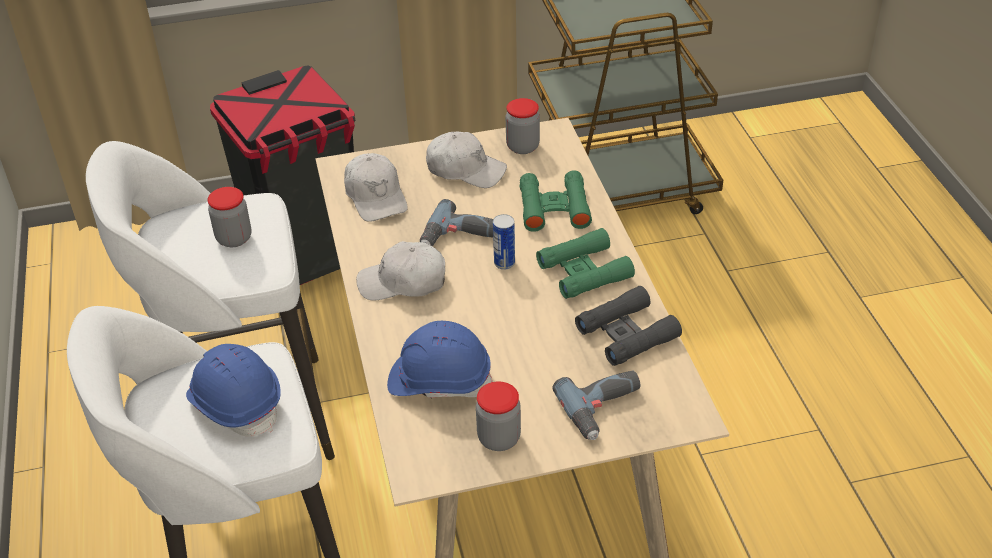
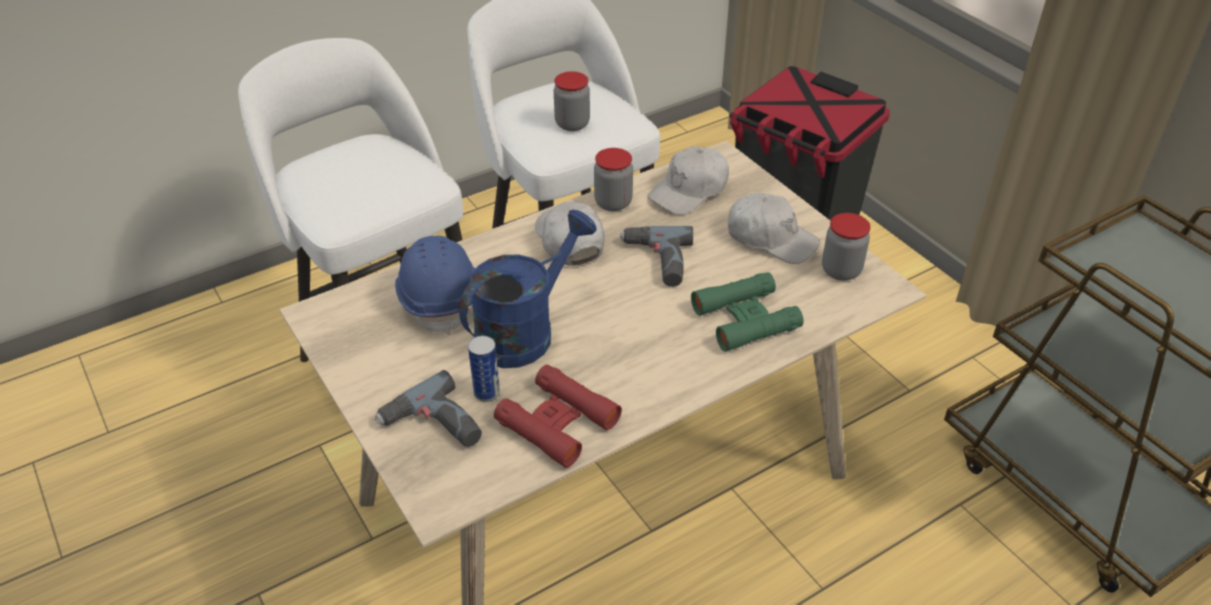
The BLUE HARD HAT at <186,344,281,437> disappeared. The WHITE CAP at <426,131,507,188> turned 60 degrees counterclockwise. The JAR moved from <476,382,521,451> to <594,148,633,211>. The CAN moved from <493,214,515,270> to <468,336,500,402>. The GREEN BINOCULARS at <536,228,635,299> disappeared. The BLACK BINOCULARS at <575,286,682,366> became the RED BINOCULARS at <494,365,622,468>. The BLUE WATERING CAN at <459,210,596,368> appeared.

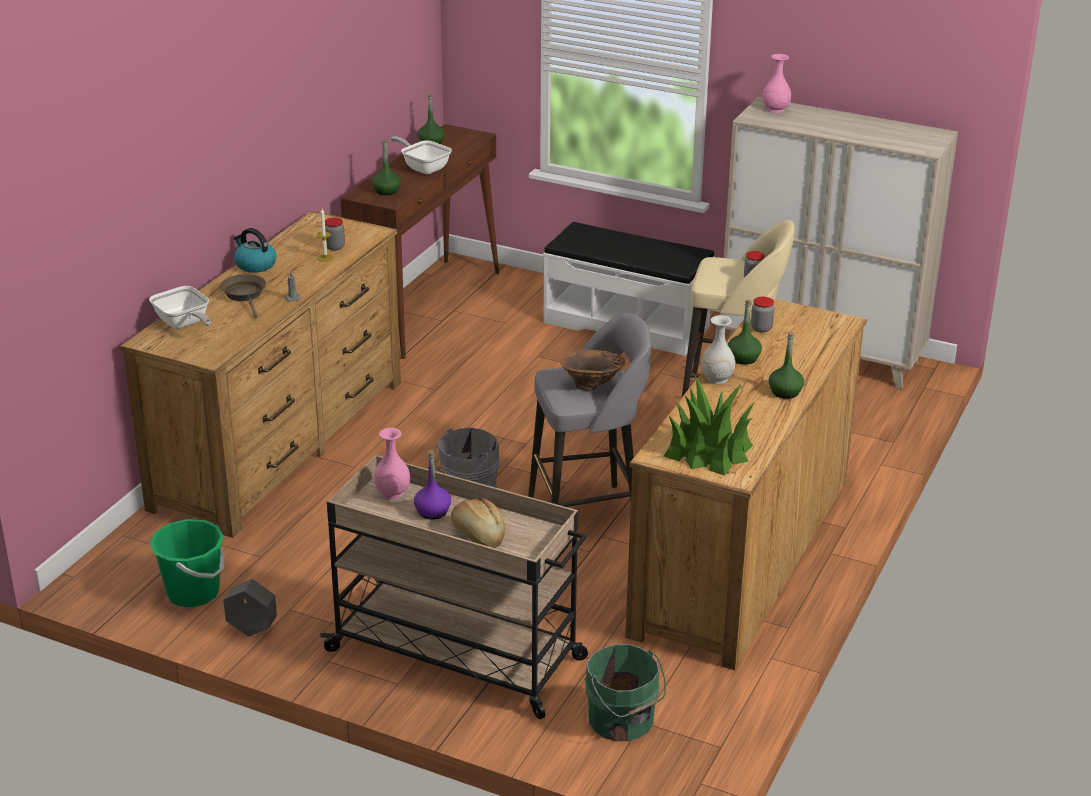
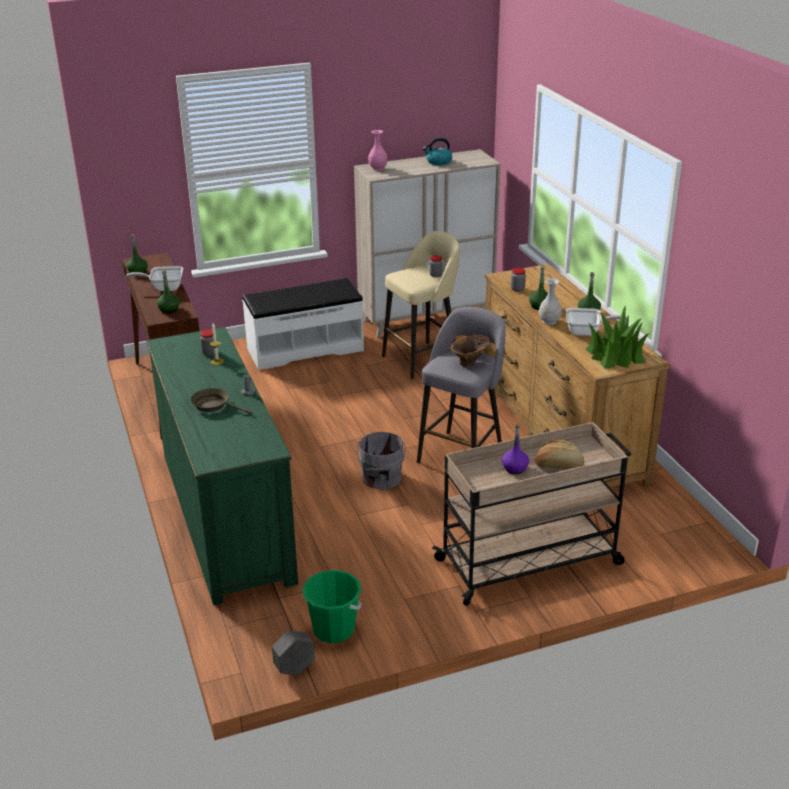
The BROWN DRESSER at <119,211,401,538> became the GREEN DRESSER at <146,327,298,605>. The FRYING PAN moved from <149,286,211,329> to <566,308,627,336>. The GREY PLANTER moved from <223,579,277,636> to <272,630,315,675>. The KETTLE moved from <234,228,277,273> to <423,138,452,165>. The PINK VASE at <374,428,410,499> disappeared. The GREEN BUCKET at <585,644,666,741> disappeared.

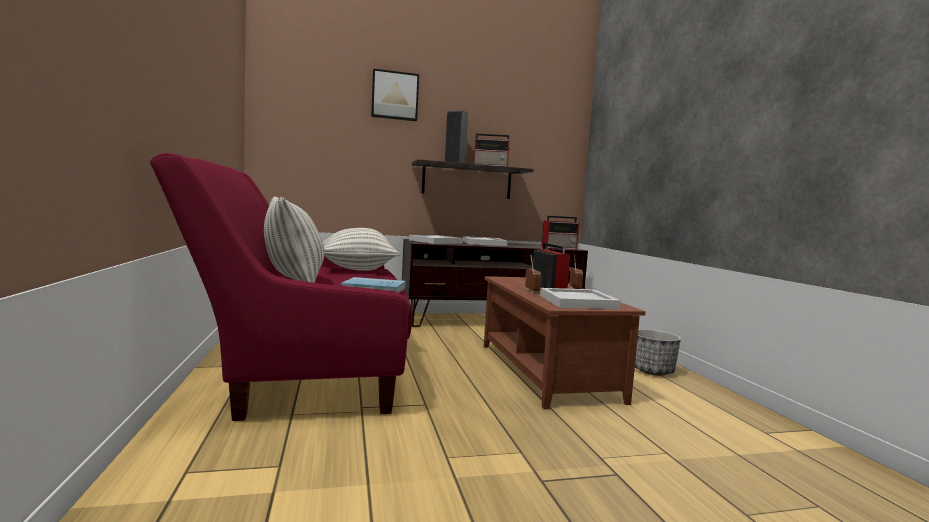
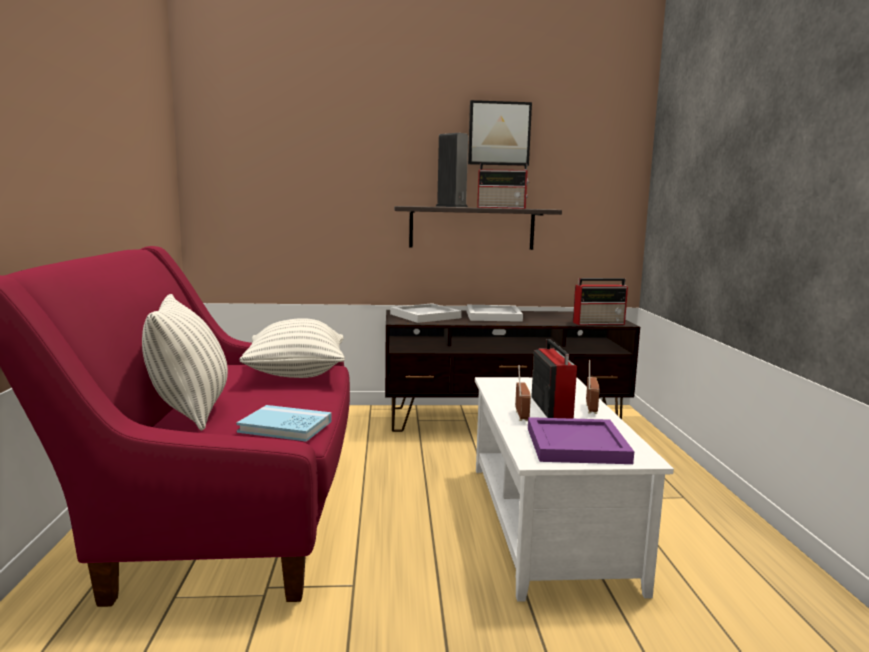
The PICTURE moved from <371,69,419,121> to <468,100,532,166>. The BROWN COFFEE TABLE at <484,276,646,409> became the WHITE COFFEE TABLE at <475,377,674,602>. The WHITE TRAY at <540,288,621,309> became the PURPLE TRAY at <528,417,634,464>. The PLANTER at <635,329,681,376> disappeared.

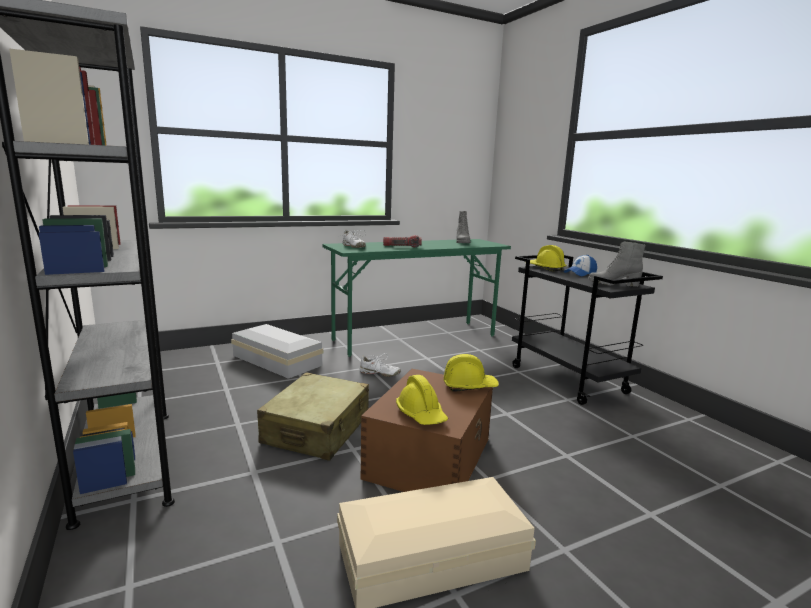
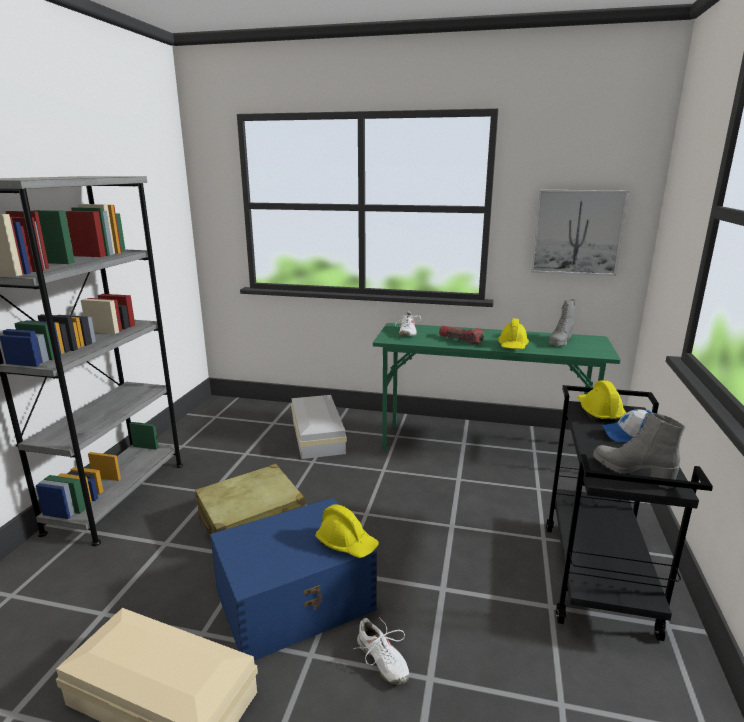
The WHITE SHOE moved from <359,353,401,377> to <353,617,410,685>. The BROWN STORAGE BOX at <360,369,493,492> became the BLUE STORAGE BOX at <210,498,377,661>. The YELLOW HARD HAT moved from <396,375,448,425> to <498,318,529,349>. The PICTURE at <531,190,629,276> appeared.

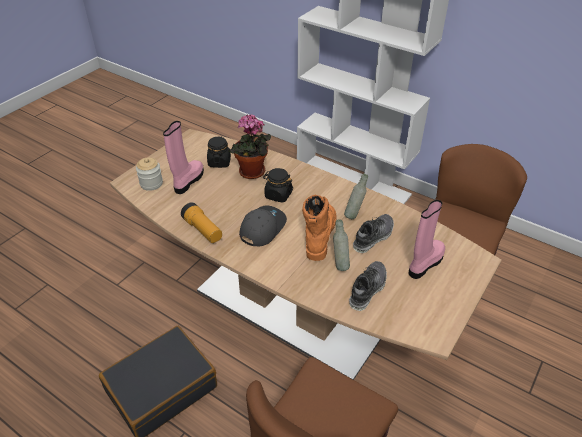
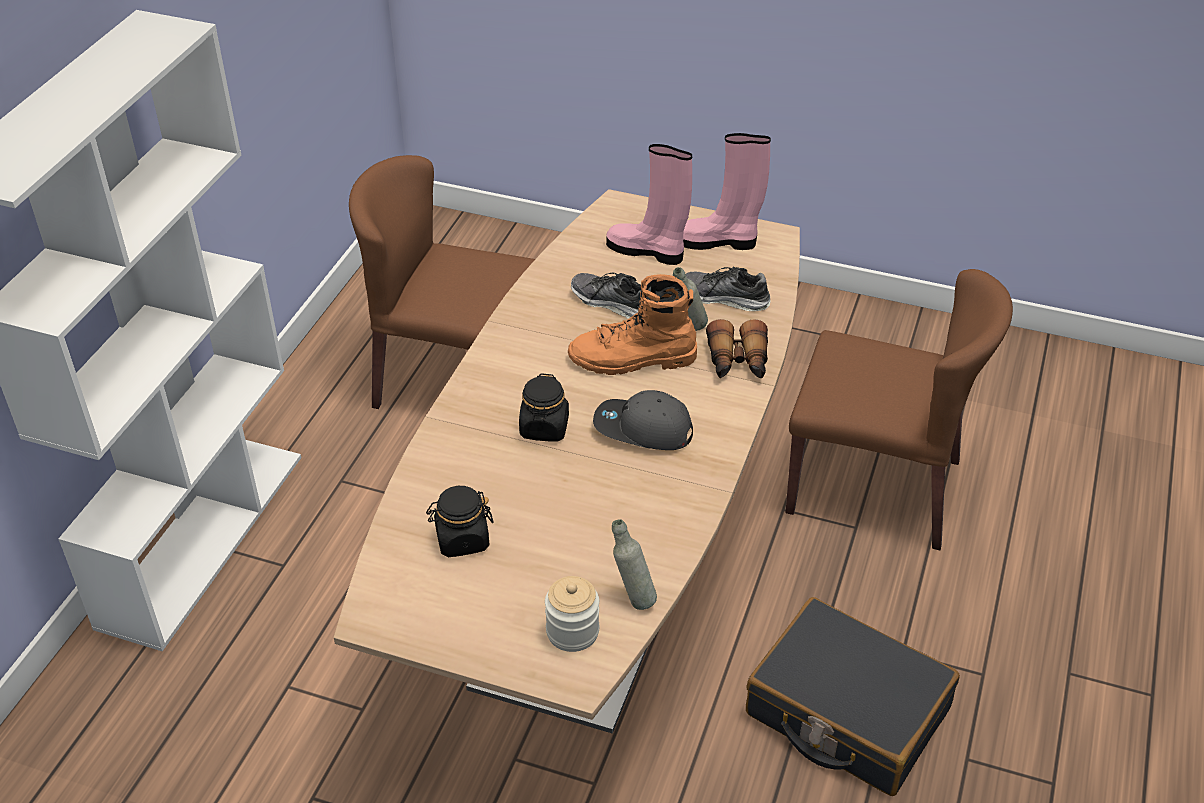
The PINK BOOT moved from <163,121,204,194> to <683,133,771,250>. The FLASHLIGHT at <181,202,222,243> disappeared. The POTTED PLANT at <228,114,271,179> disappeared. The GREY BOTTLE moved from <344,174,368,219> to <612,519,657,610>. The BINOCULARS at <706,319,768,378> appeared.

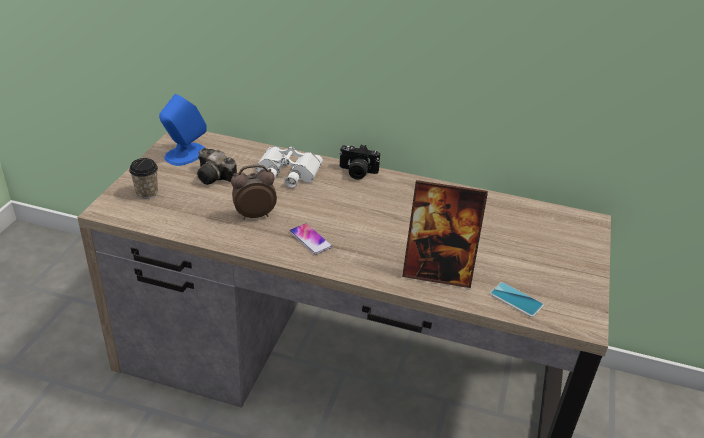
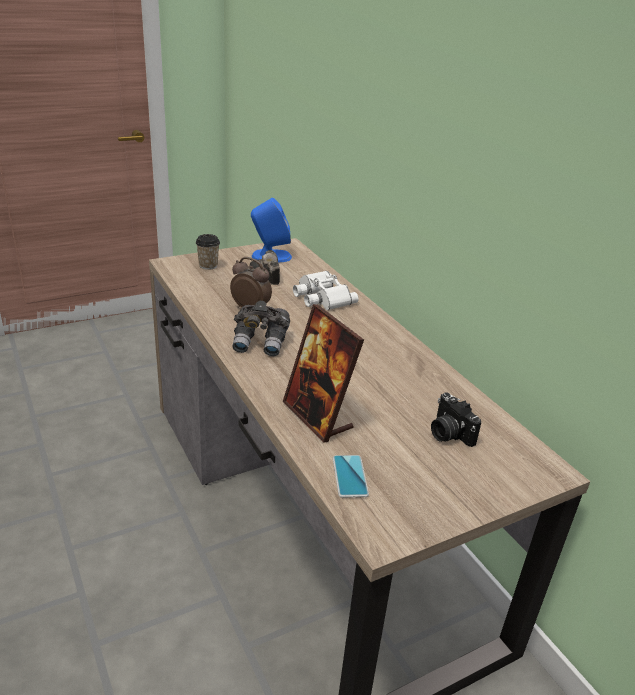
The PHONE at <289,223,332,255> was replaced by the GREY BINOCULARS at <232,301,290,356>. The PHOTO CAMERA moved from <339,144,380,180> to <431,392,481,447>.

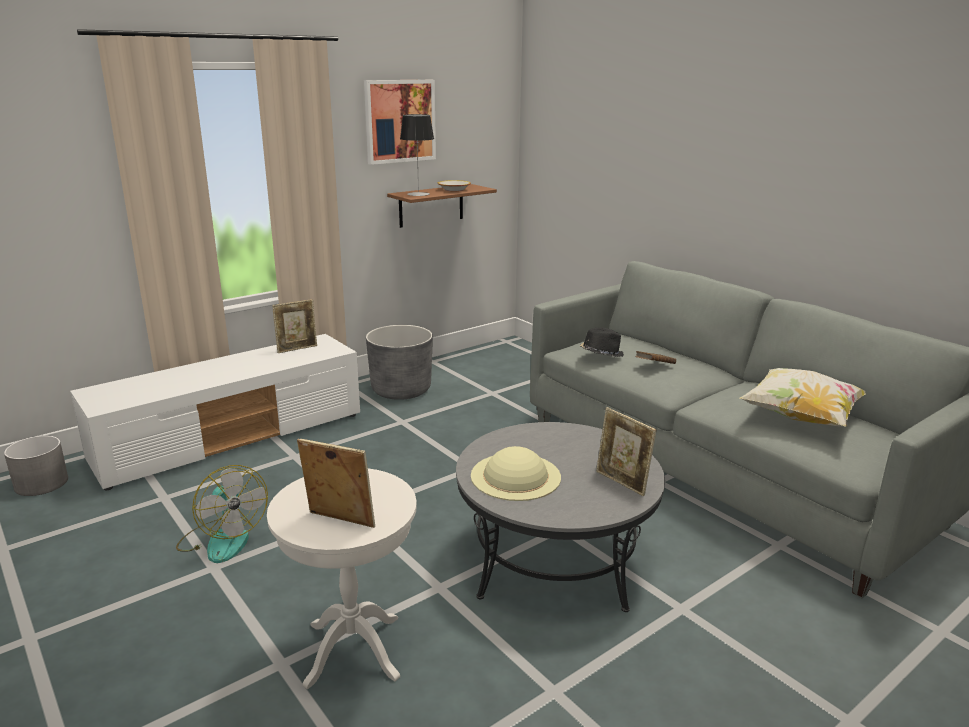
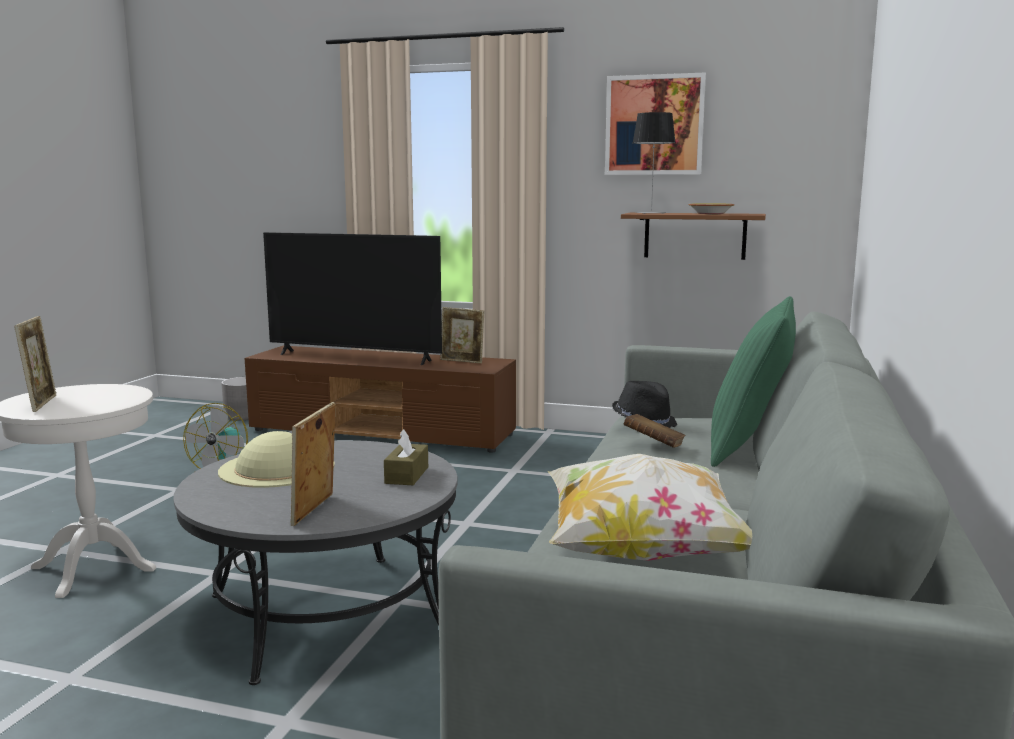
The WHITE TV STAND at <70,334,360,490> became the BROWN TV STAND at <245,346,516,453>. The GREY PLANTER at <366,325,433,400> disappeared. The TELEVISION at <263,232,442,365> appeared. The BROWN TISSUE BOX at <384,429,428,485> appeared. The GREEN PILLOW at <711,296,796,467> appeared.

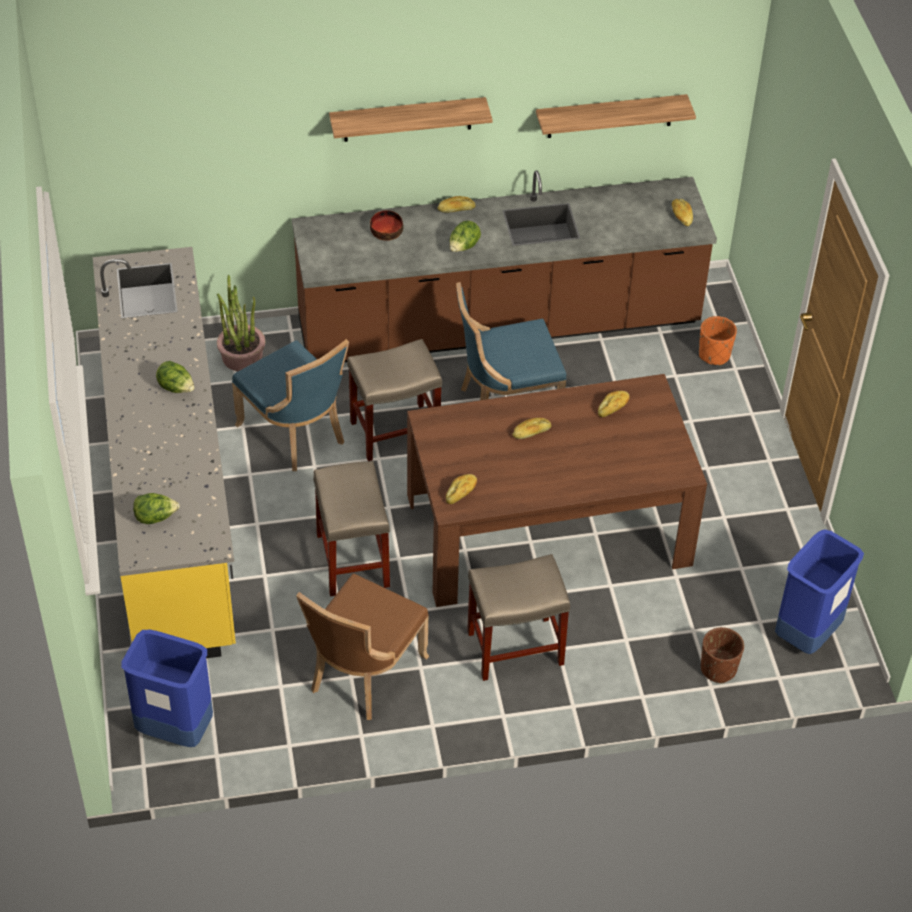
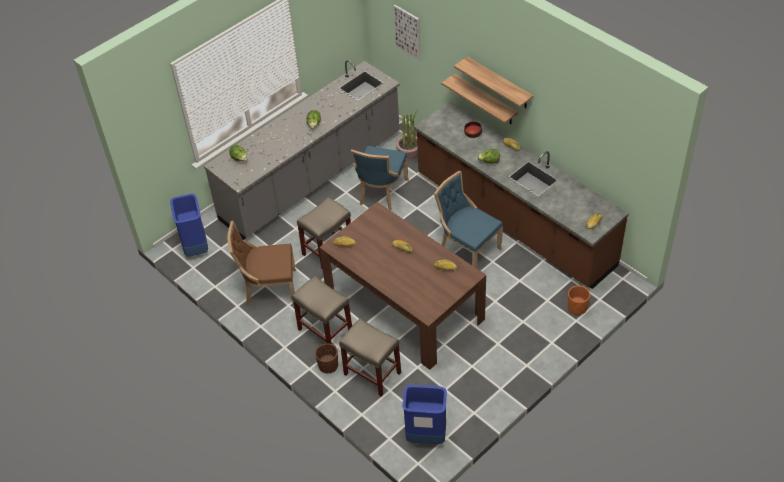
The YELLOW COUNTER at <93,247,236,658> became the GREY COUNTER at <204,60,400,240>. The BEIGE STOOL moved from <347,339,442,461> to <339,318,401,396>. The SHELF moved from <536,94,696,138> to <441,74,518,124>. The BROWN PLANTER moved from <701,627,744,683> to <315,343,338,373>. The PICTURE at <393,5,421,61> appeared.

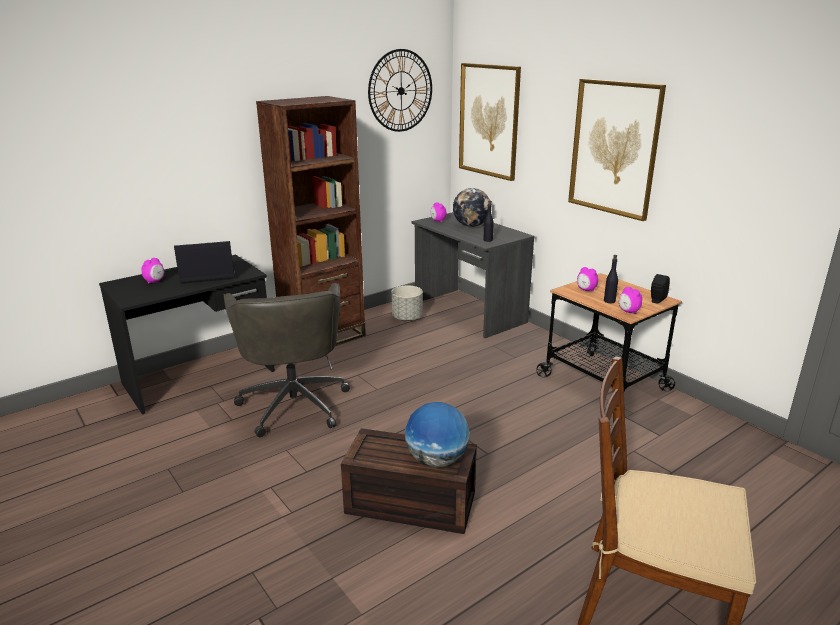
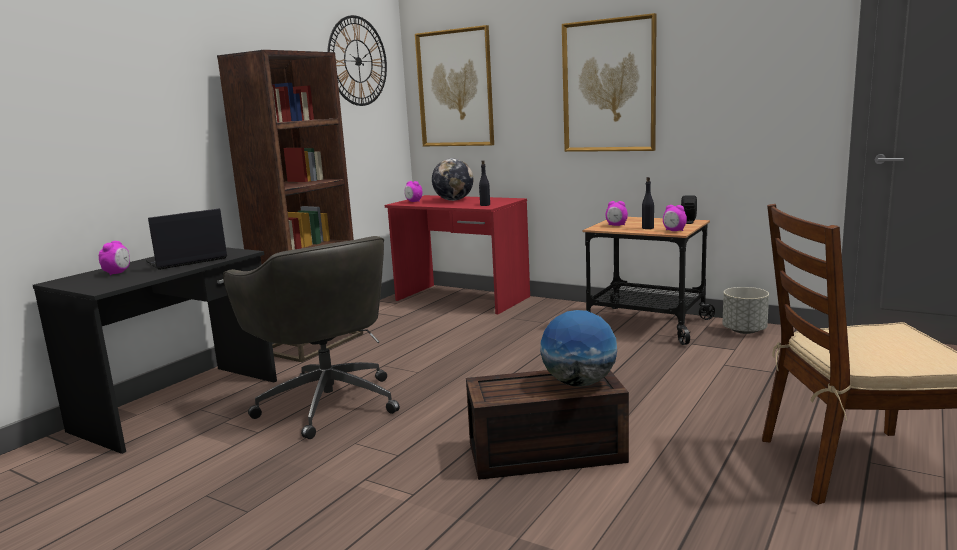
The GREY PLANTER moved from <391,286,423,321> to <723,287,769,334>. The GREY DESK at <412,212,535,338> became the RED DESK at <385,195,530,314>.

